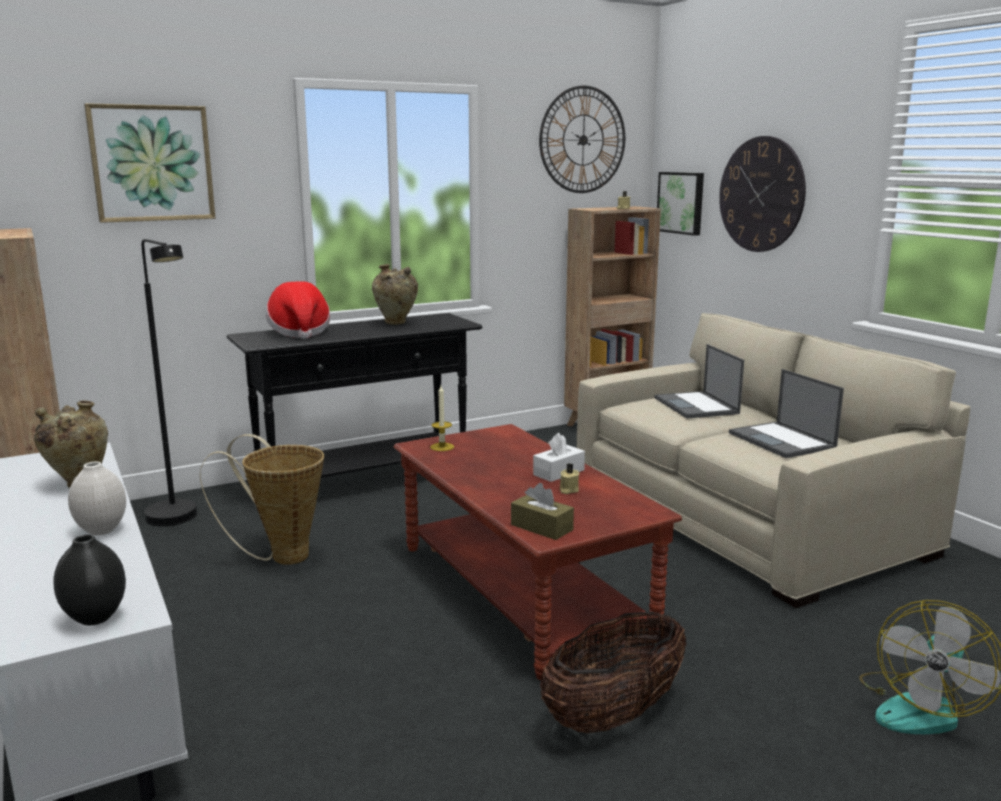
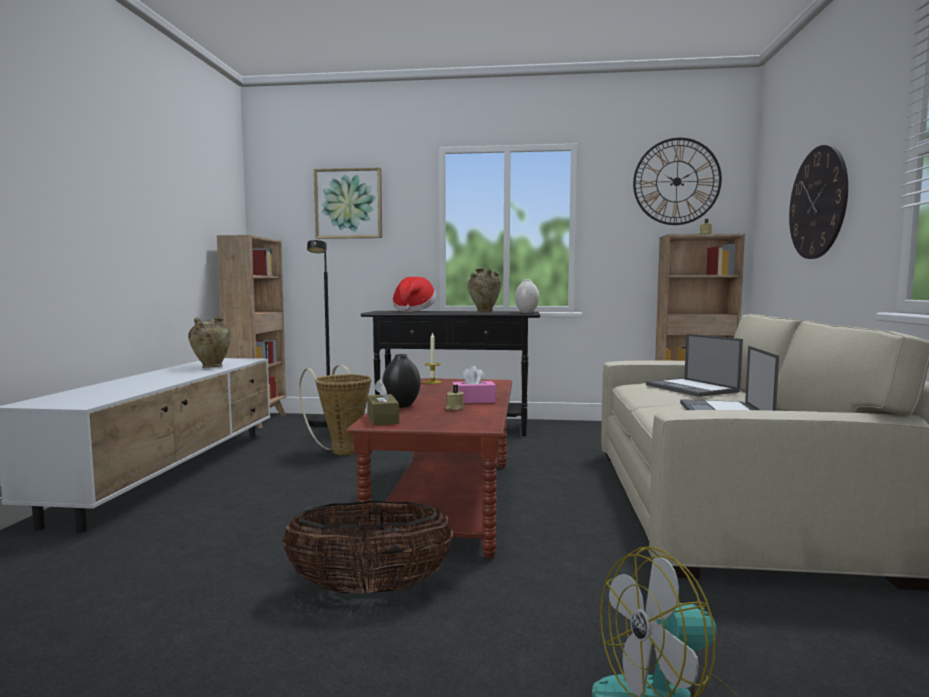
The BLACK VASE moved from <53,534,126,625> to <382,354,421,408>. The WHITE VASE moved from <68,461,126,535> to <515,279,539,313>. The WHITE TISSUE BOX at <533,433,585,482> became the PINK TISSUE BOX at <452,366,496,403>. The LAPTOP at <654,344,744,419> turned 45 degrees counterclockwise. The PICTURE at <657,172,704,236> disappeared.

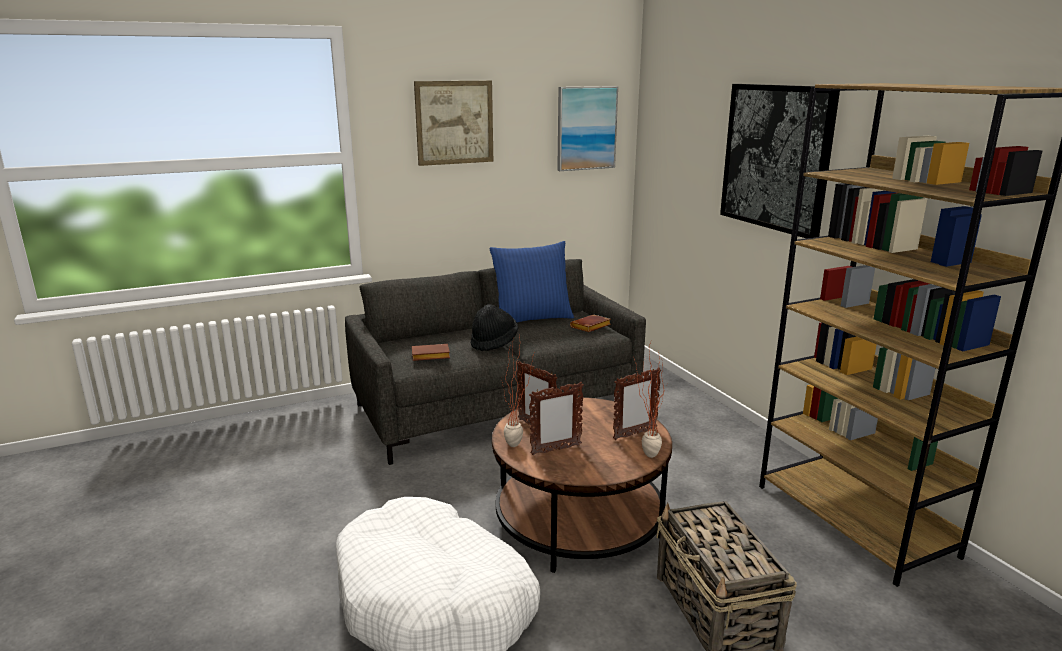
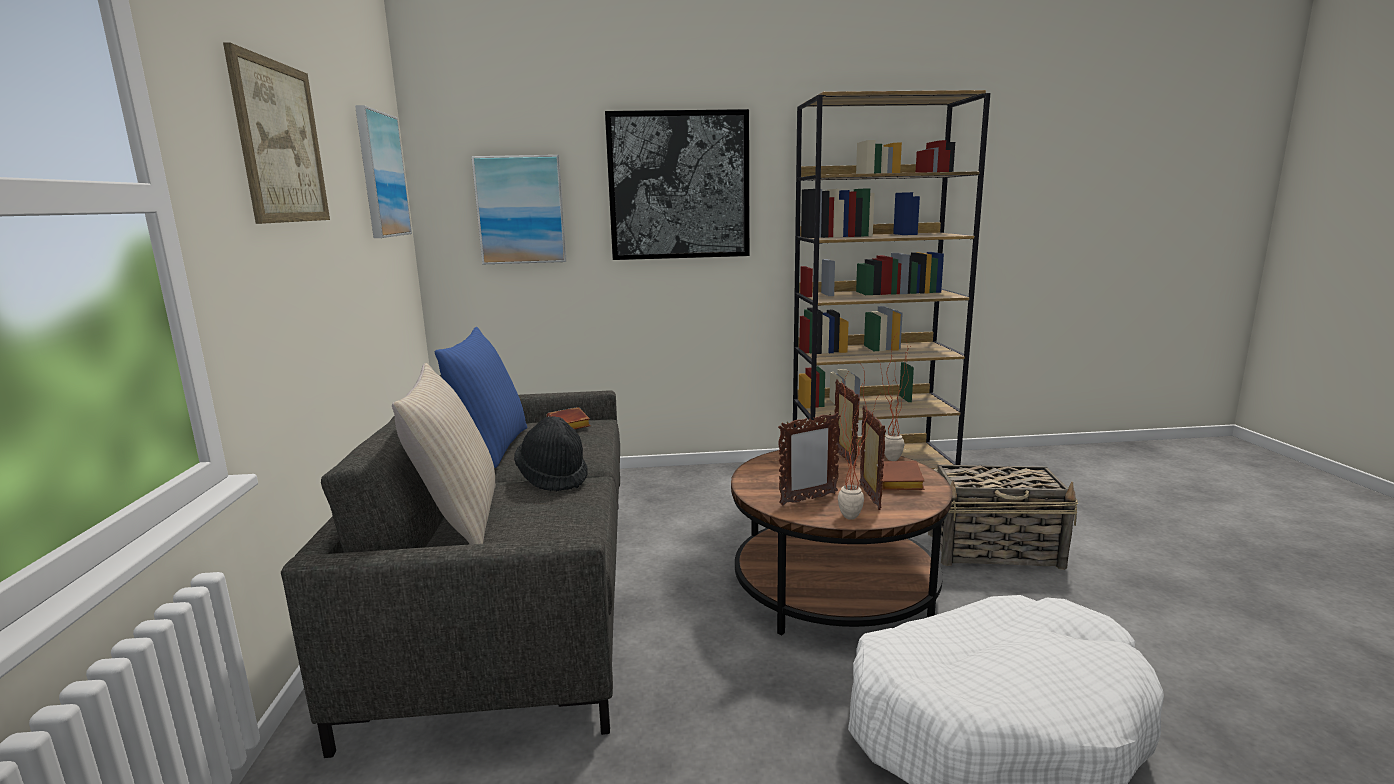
The BROWN BOOK moved from <412,344,450,361> to <882,461,925,490>. The BEIGE PILLOW at <392,363,496,544> appeared. The PICTURE at <472,155,567,264> appeared.

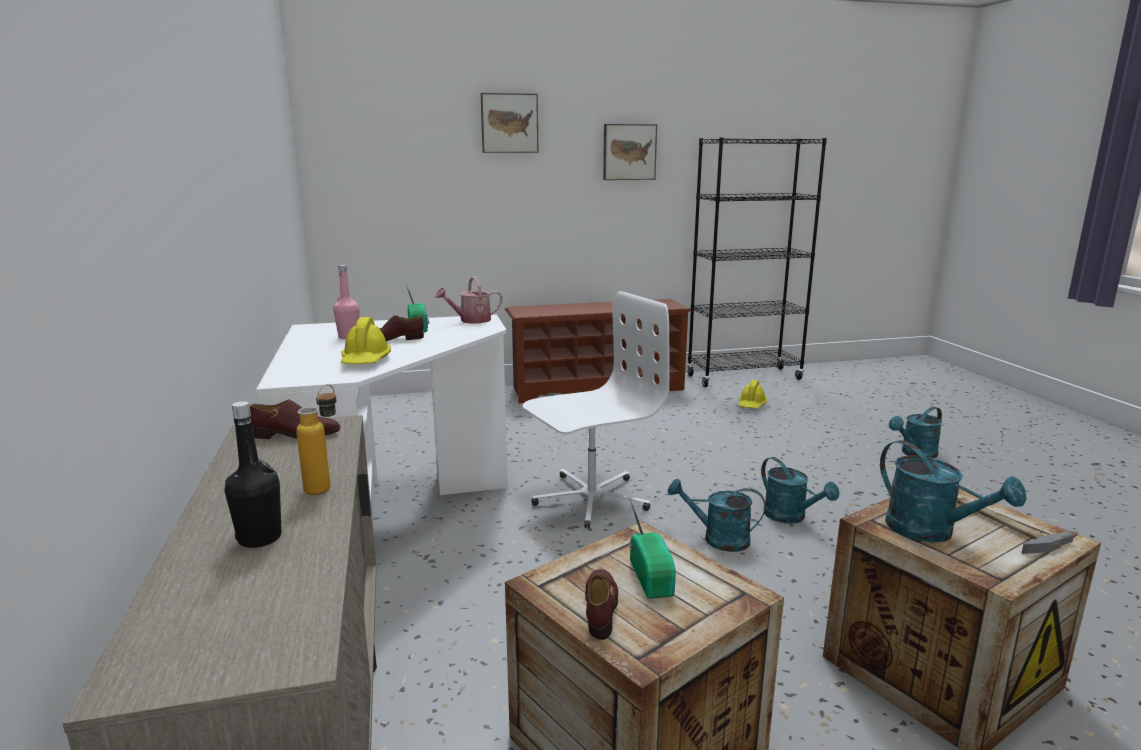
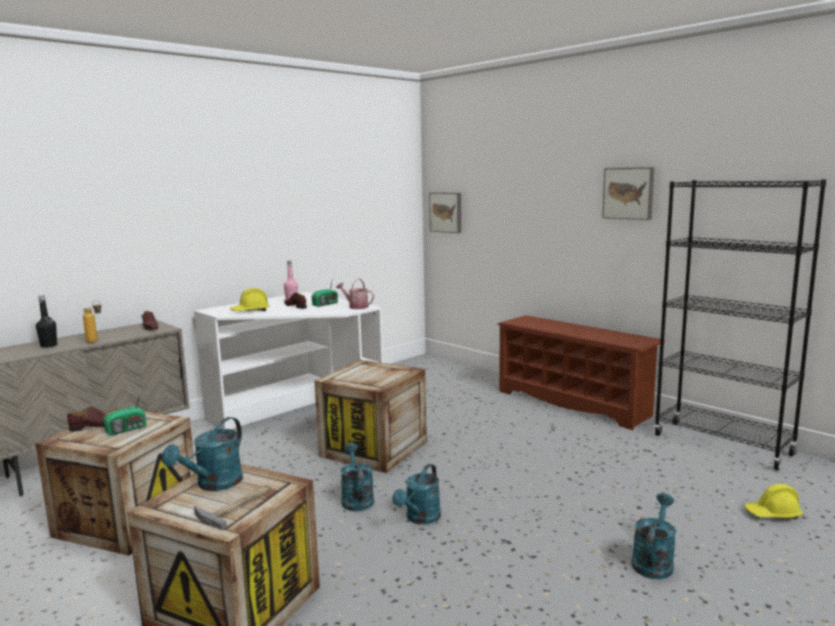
The PICTURE moved from <481,93,538,153> to <429,193,461,233>. The WHITE OFFICE CHAIR at <523,291,670,528> was replaced by the CRATE at <314,360,427,473>. The YELLOW HARD HAT moved from <739,380,767,408> to <744,484,803,520>. The TURQUOISE WATERING CAN at <889,407,942,458> turned 90 degrees clockwise.

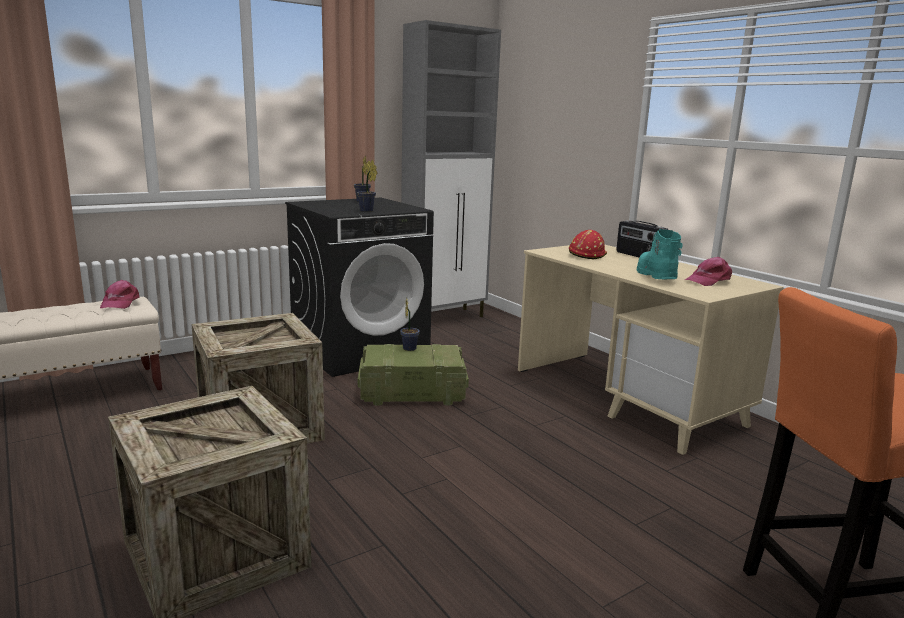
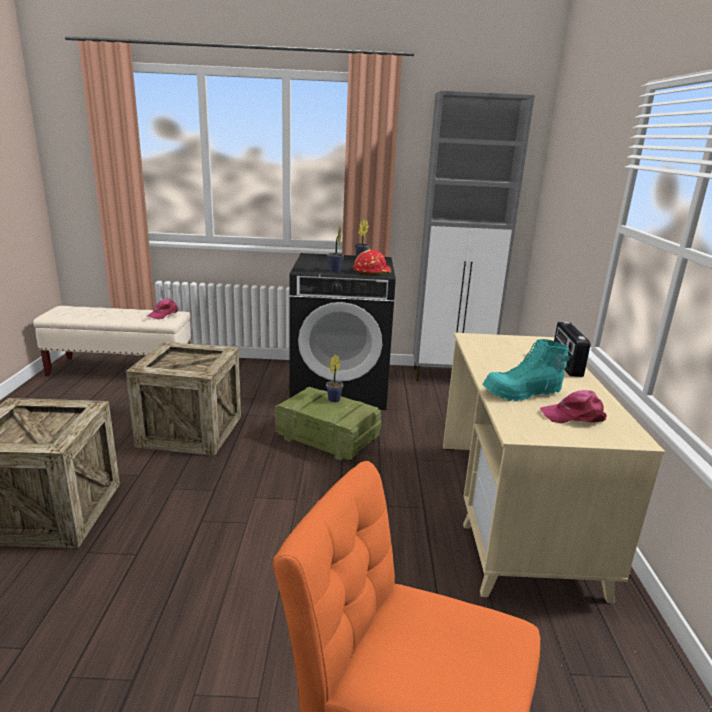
The RED HARD HAT moved from <569,230,607,259> to <353,250,391,275>. The TURQUOISE BOOT at <637,229,683,279> turned 135 degrees counterclockwise.

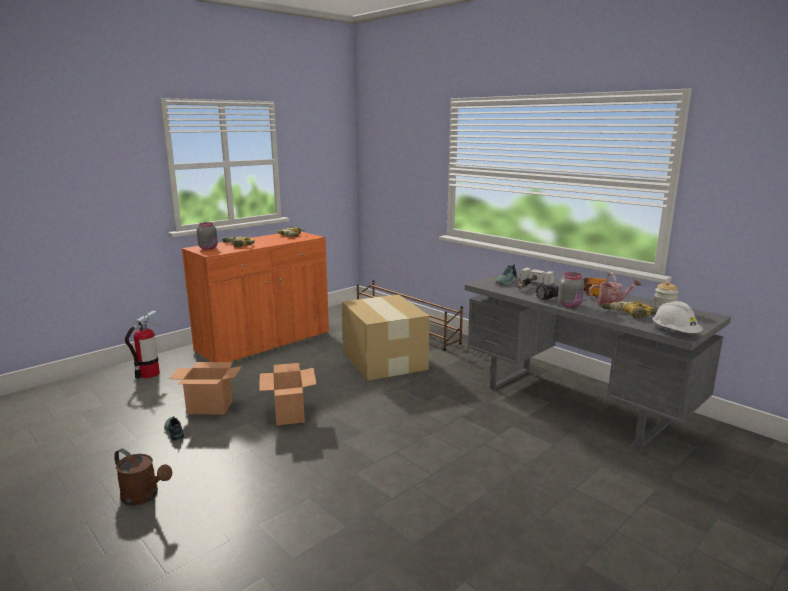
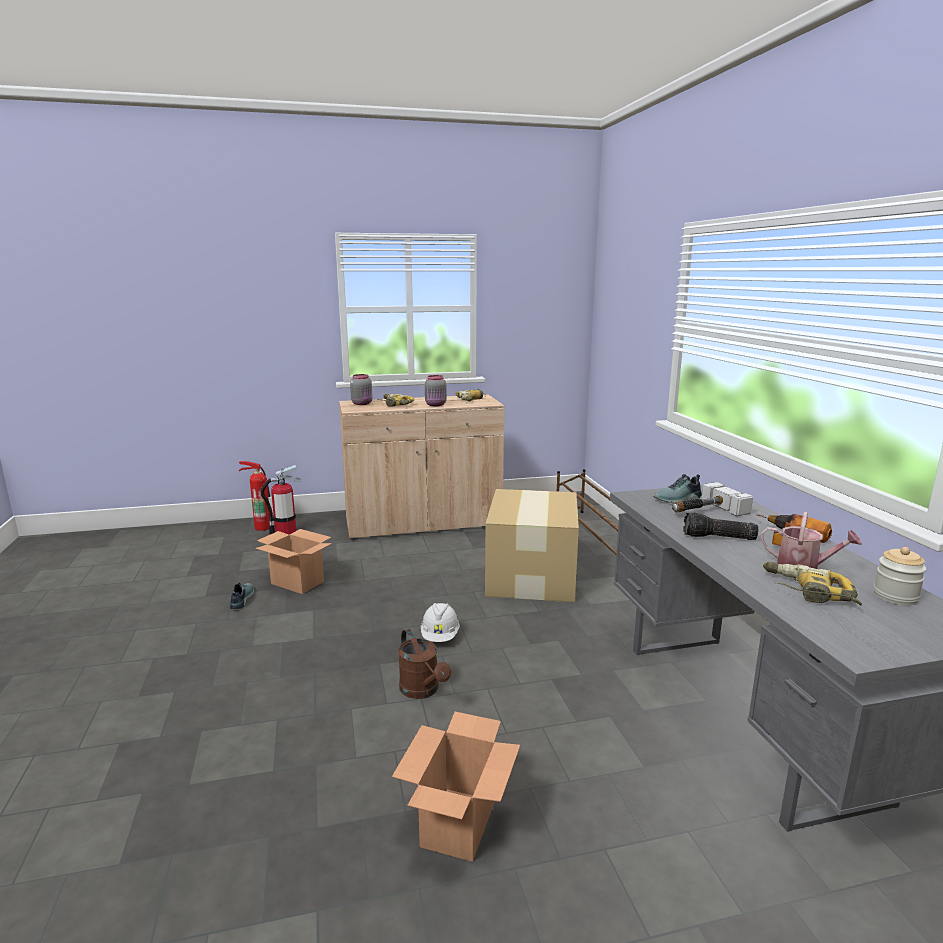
The BROWN WATERING CAN moved from <114,449,172,506> to <398,629,451,699>. The ORANGE CABINET at <182,232,329,362> became the BEIGE CABINET at <339,395,505,540>. The CARDBOARD BOX moved from <259,363,317,426> to <392,712,520,862>. The GREY JAR moved from <558,272,584,308> to <425,375,447,406>. The WHITE HARD HAT moved from <653,301,703,333> to <421,603,460,642>. The FIRE EXTINGUISHER at <239,461,270,531> appeared.

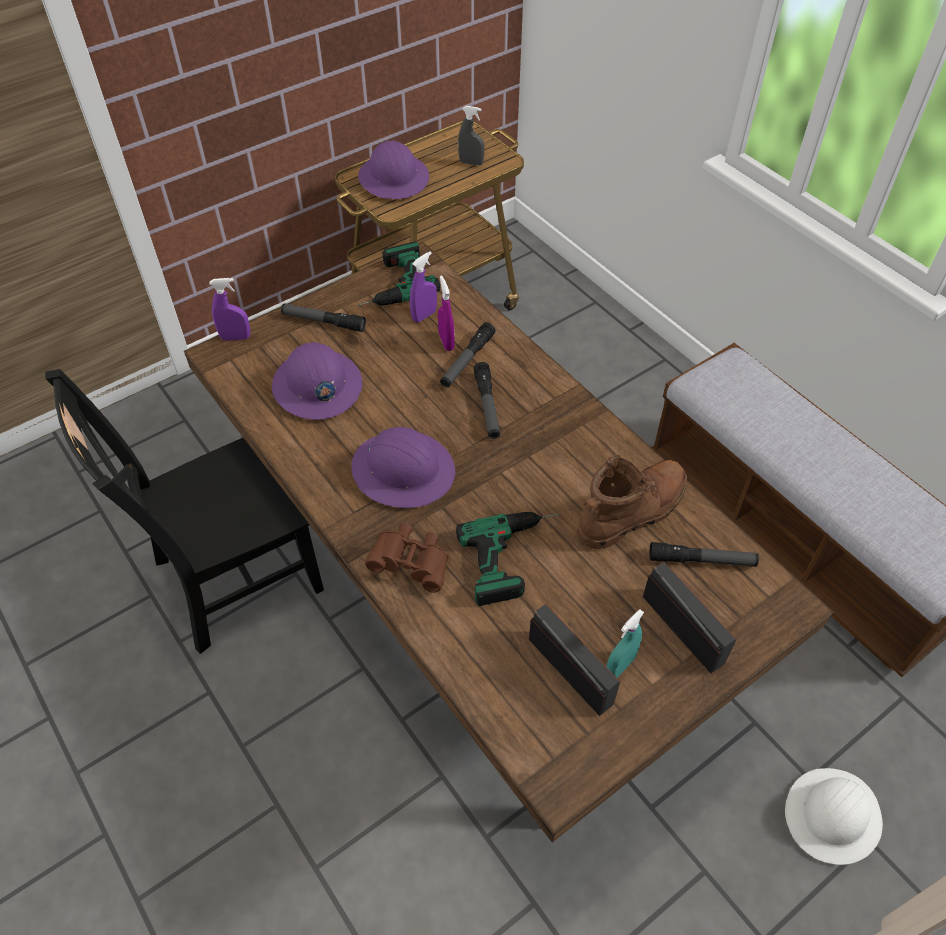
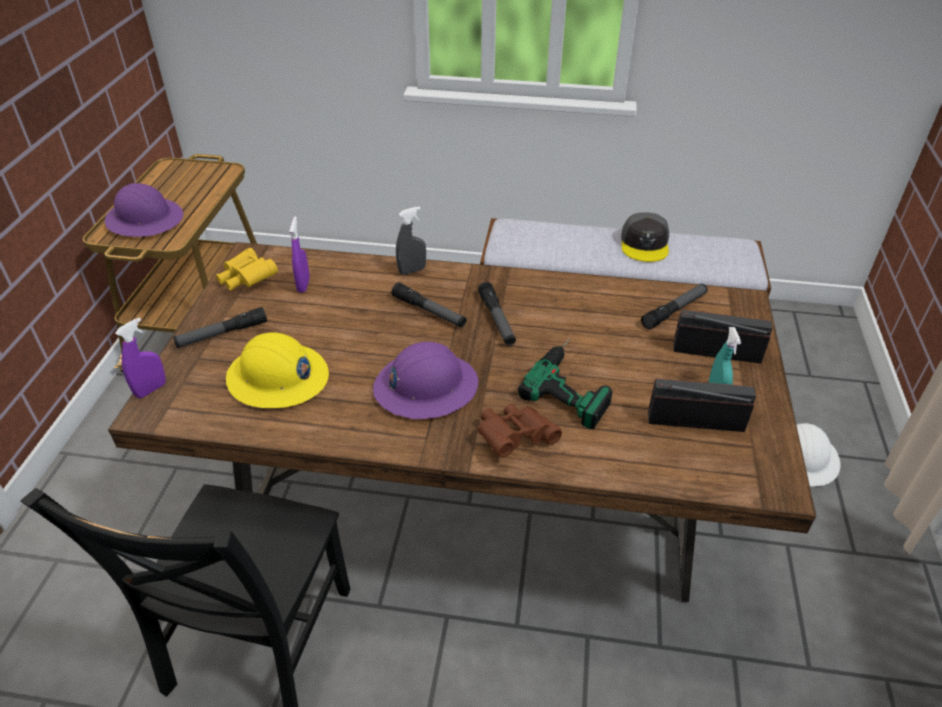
The PURPLE HARD HAT at <272,342,362,420> became the YELLOW HARD HAT at <226,333,329,408>. The POWER DRILL at <358,241,440,306> was replaced by the YELLOW BINOCULARS at <216,248,278,291>. The PURPLE SPRAY BOTTLE at <438,275,455,351> disappeared. The FLASHLIGHT moved from <440,322,496,387> to <478,282,516,346>. The GREY SPRAY BOTTLE moved from <458,106,485,166> to <396,206,426,275>. The BROWN BOOT at <577,455,687,549> disappeared. The GREY CAP at <621,212,669,262> appeared.

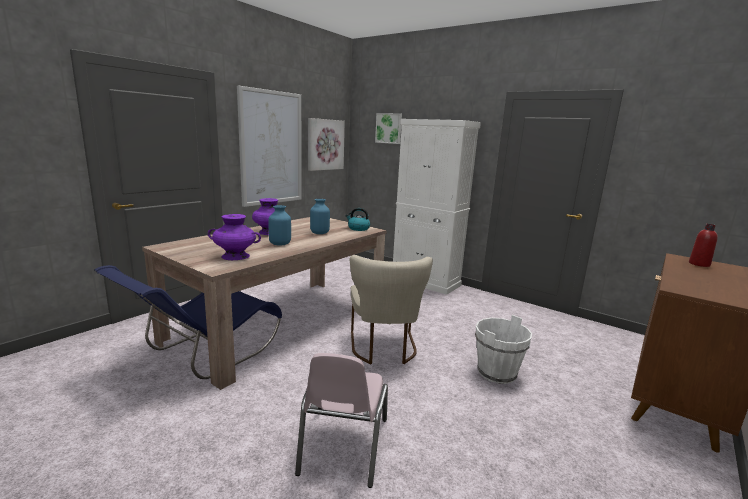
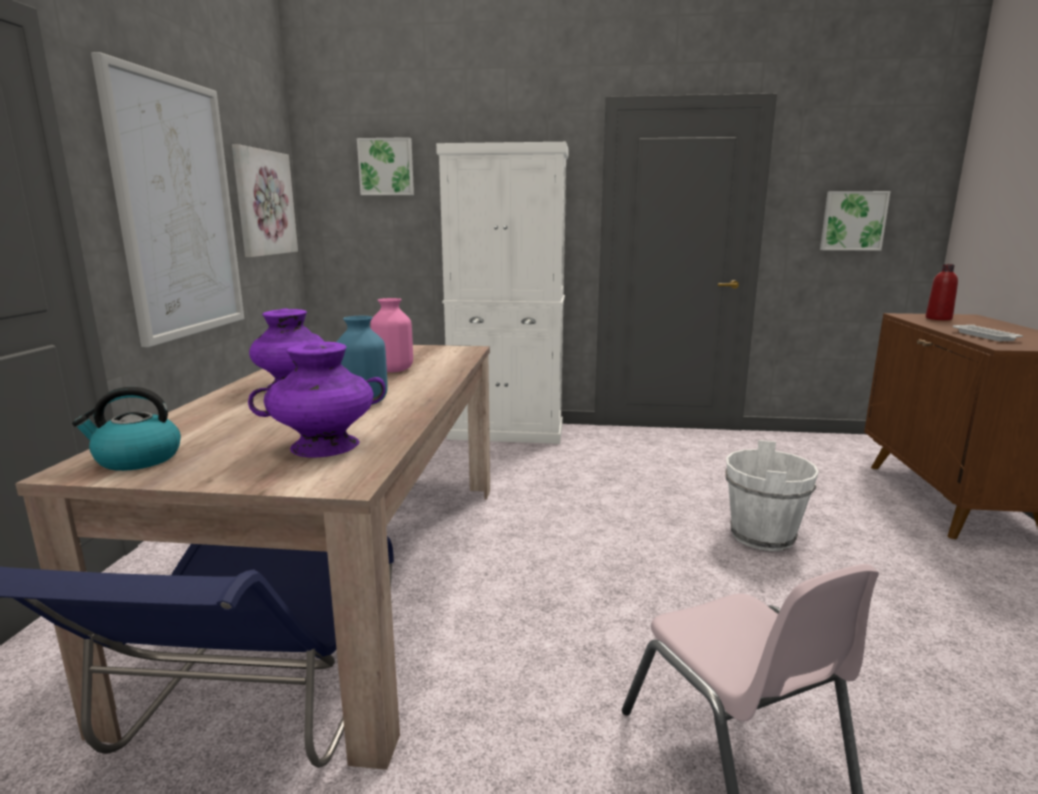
The BLUE VASE at <310,199,330,234> became the PINK VASE at <370,298,413,372>. The KETTLE moved from <345,208,370,231> to <72,387,181,471>. The BEIGE CHAIR at <350,255,433,365> disappeared. The PICTURE at <820,191,891,251> appeared. The WHITE TRAY at <953,325,1023,341> appeared.

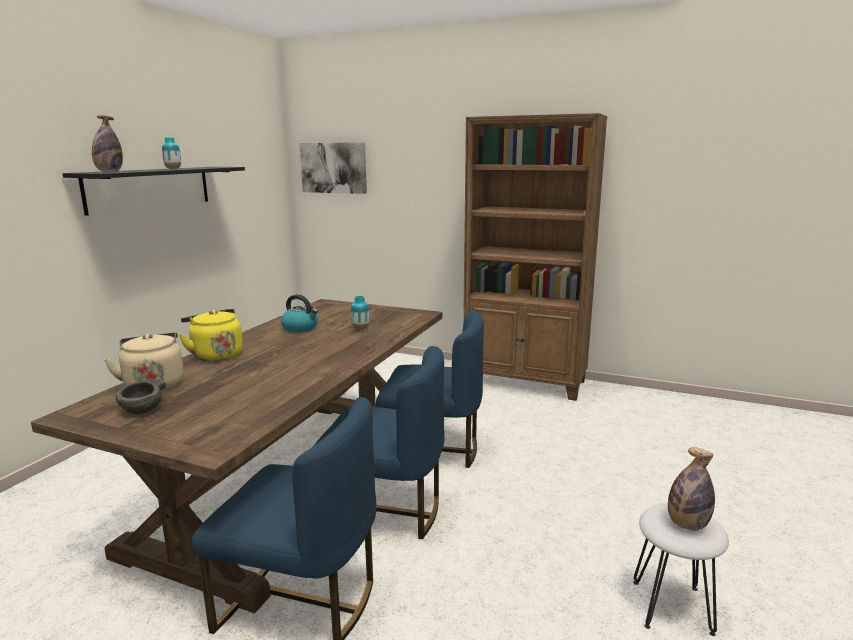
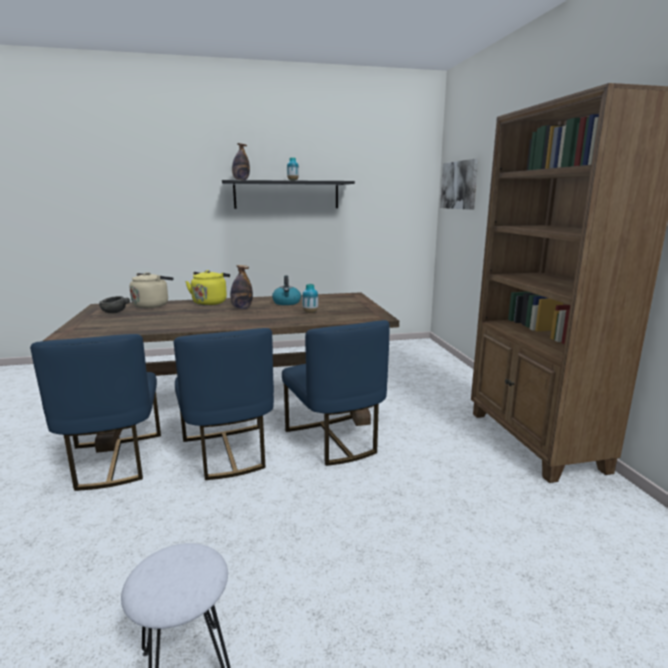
The BOTTLE moved from <668,447,715,531> to <230,265,253,309>.

